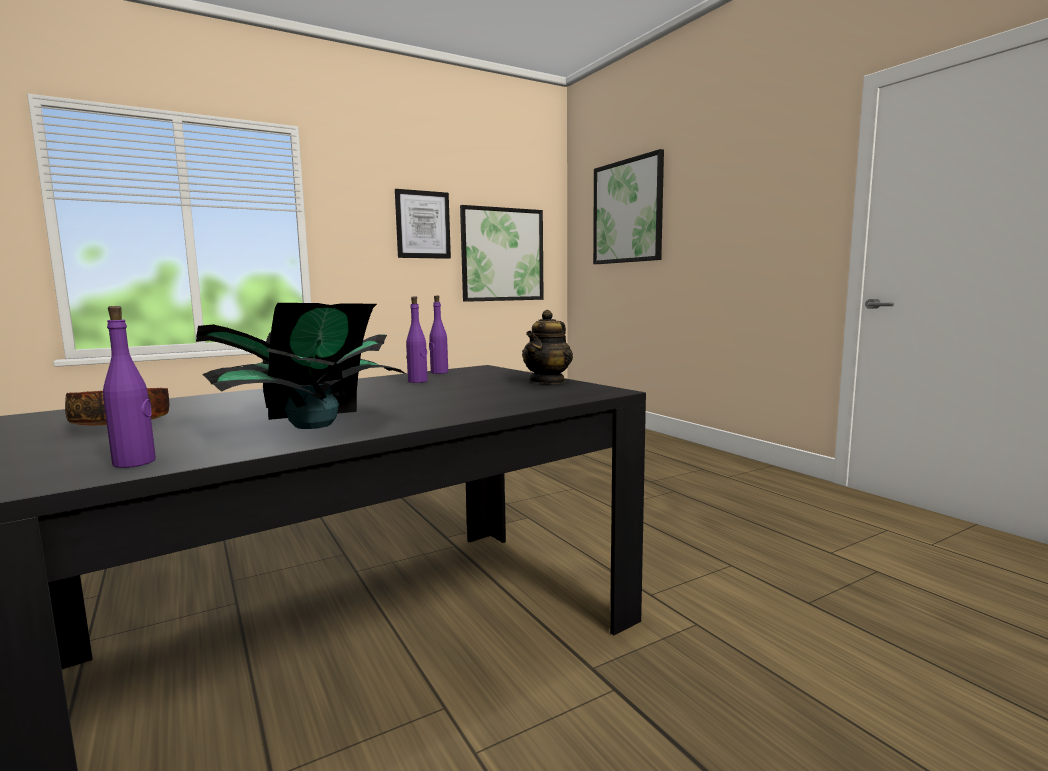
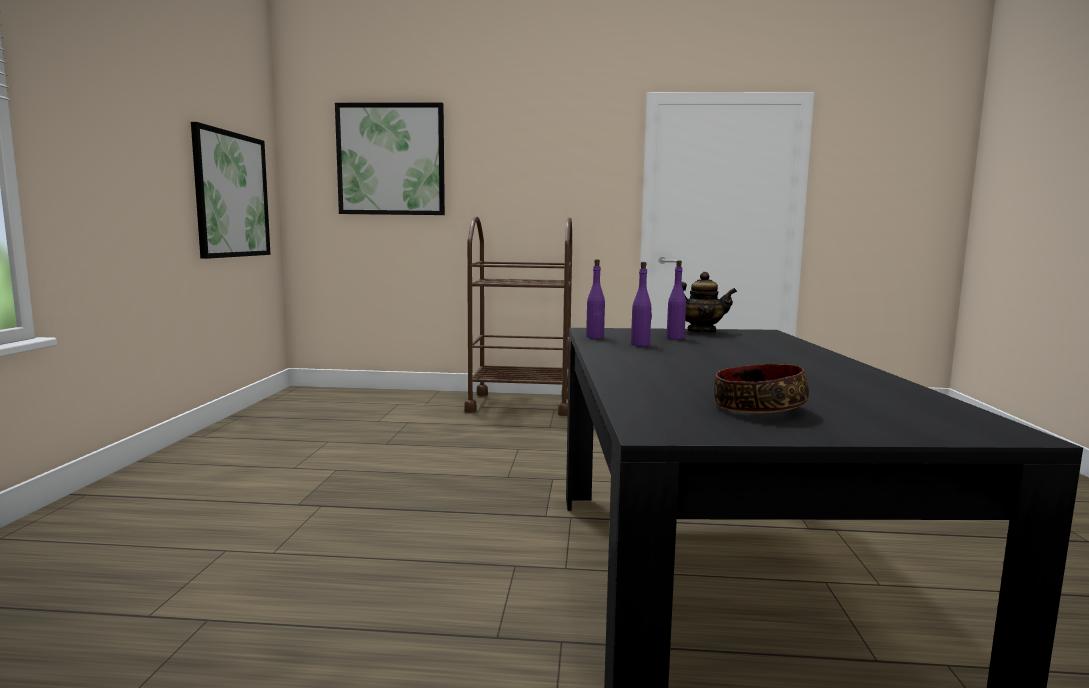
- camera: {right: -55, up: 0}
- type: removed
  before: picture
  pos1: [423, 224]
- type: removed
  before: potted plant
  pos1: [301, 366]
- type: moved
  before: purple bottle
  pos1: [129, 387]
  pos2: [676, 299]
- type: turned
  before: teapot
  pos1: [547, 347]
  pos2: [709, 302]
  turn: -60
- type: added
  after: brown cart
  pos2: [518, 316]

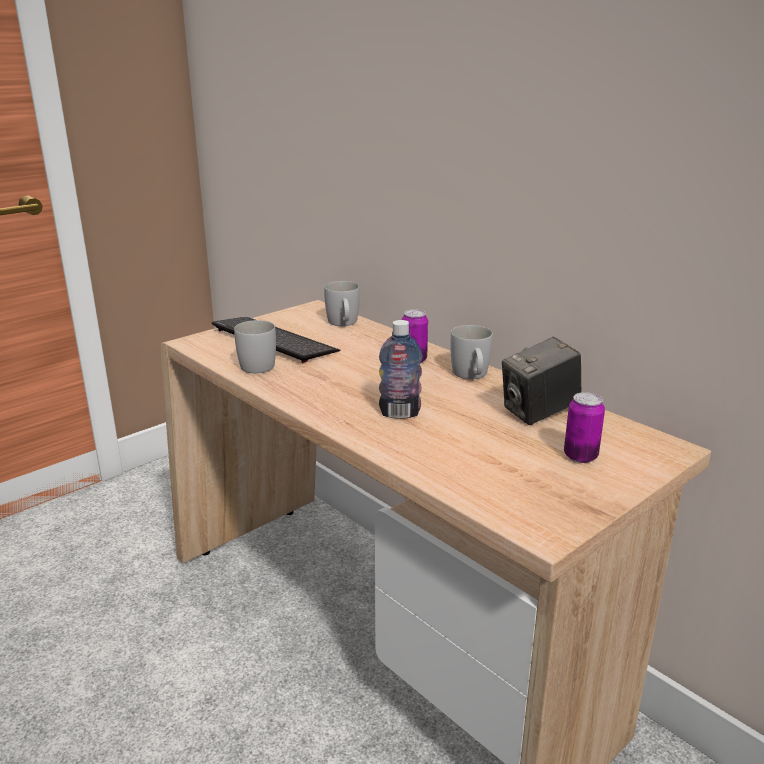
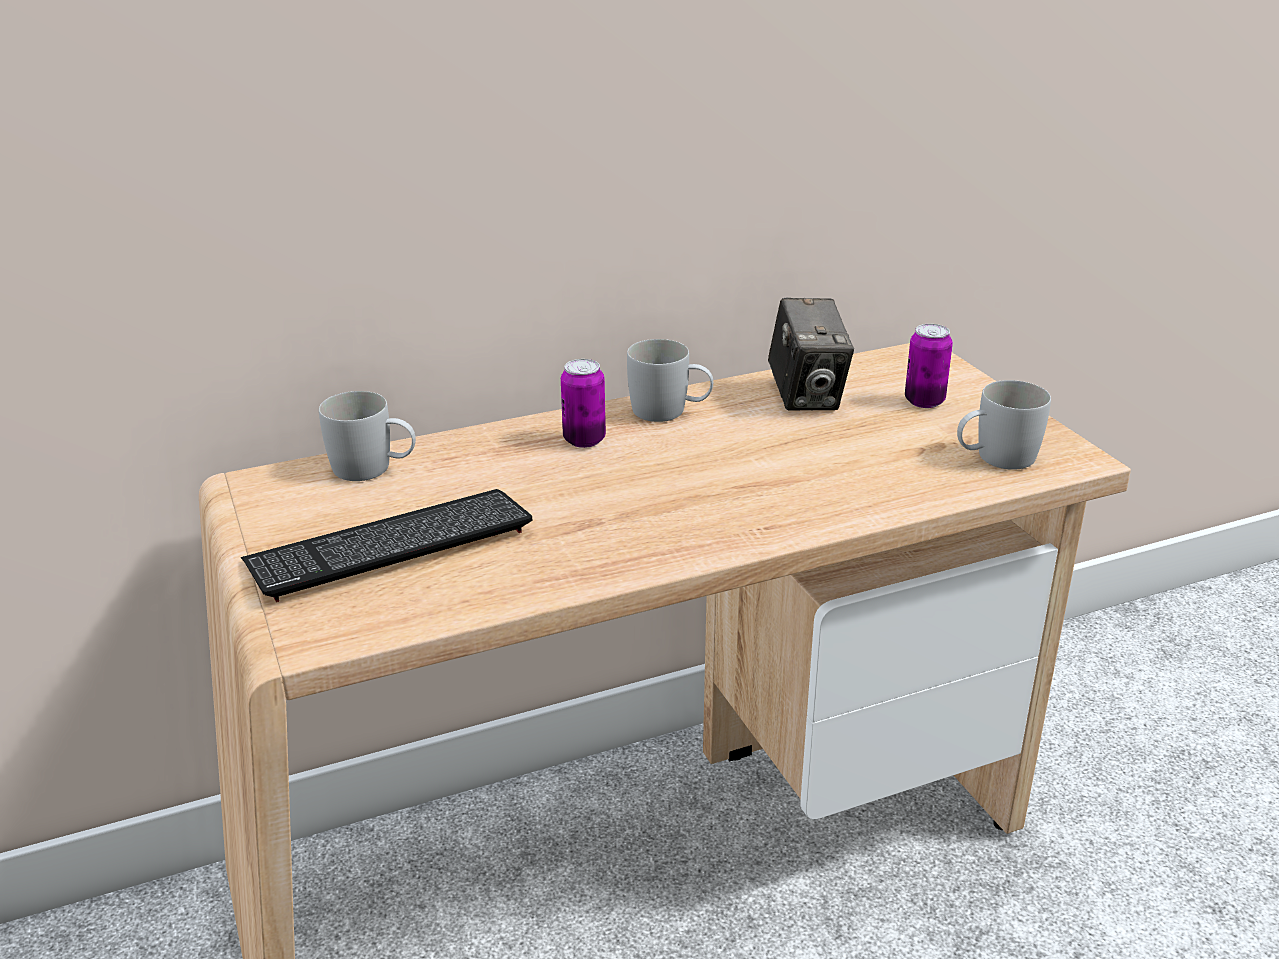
- camera: {right: -70, up: 5}
- type: moved
  before: white mug
  pos1: [255, 347]
  pos2: [1004, 425]
- type: removed
  before: bottle
  pos1: [400, 369]

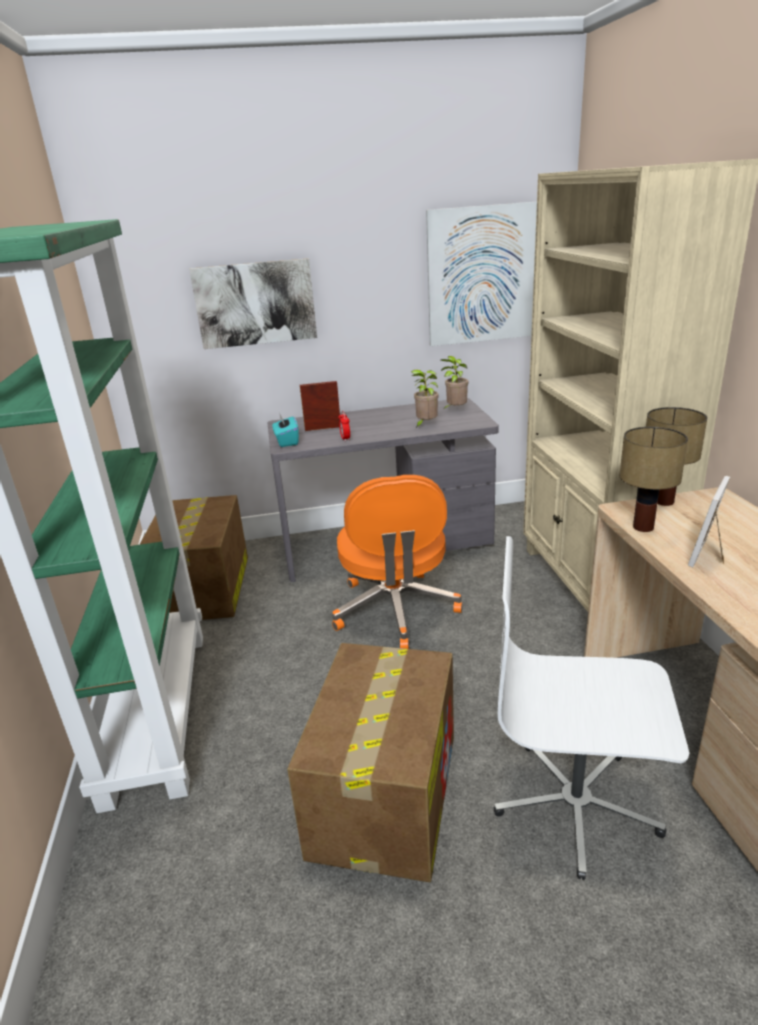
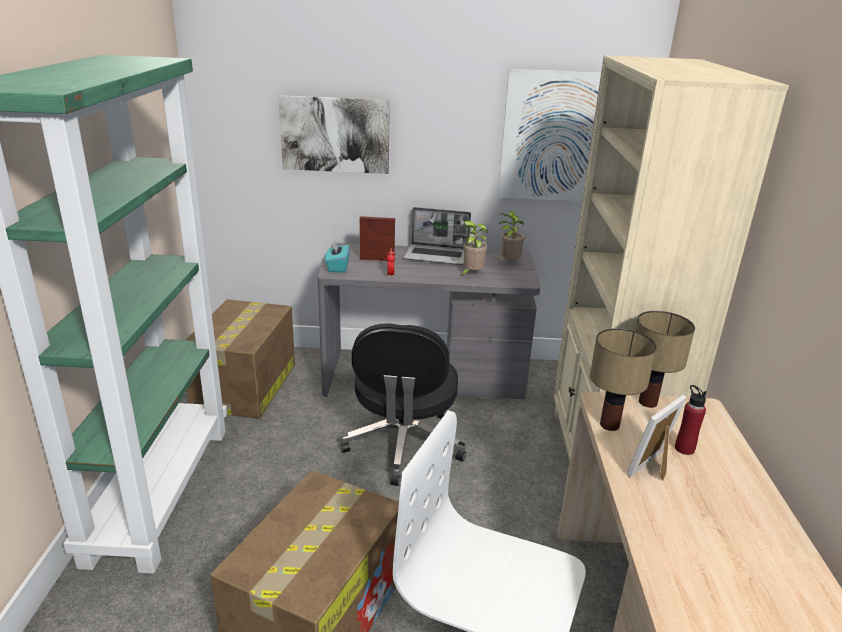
- camera: {right: 10, up: 0}
- type: recoloured
  before: orange office chair
  after: black office chair
  pos1: [397, 562]
  pos2: [403, 405]
- type: added
  after: laptop
  pos2: [437, 236]
- type: added
  after: red bottle
  pos2: [690, 420]

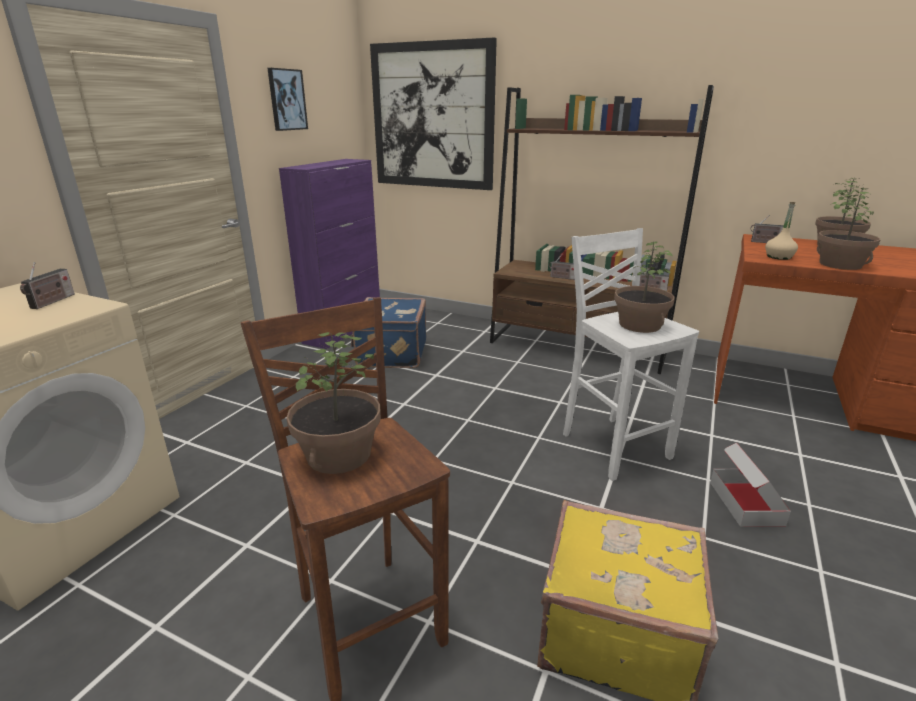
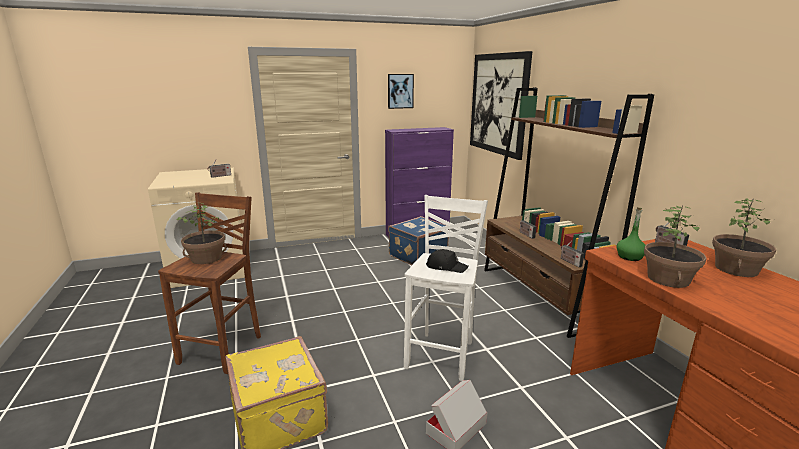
- camera: {right: 45, up: -5}
- type: recoloured
  before: beige bottle
  after: green bottle
  pos1: [781, 231]
  pos2: [631, 234]
- type: replaced
  before: potted plant
  after: black cap
  pos1: [644, 287]
  pos2: [447, 261]

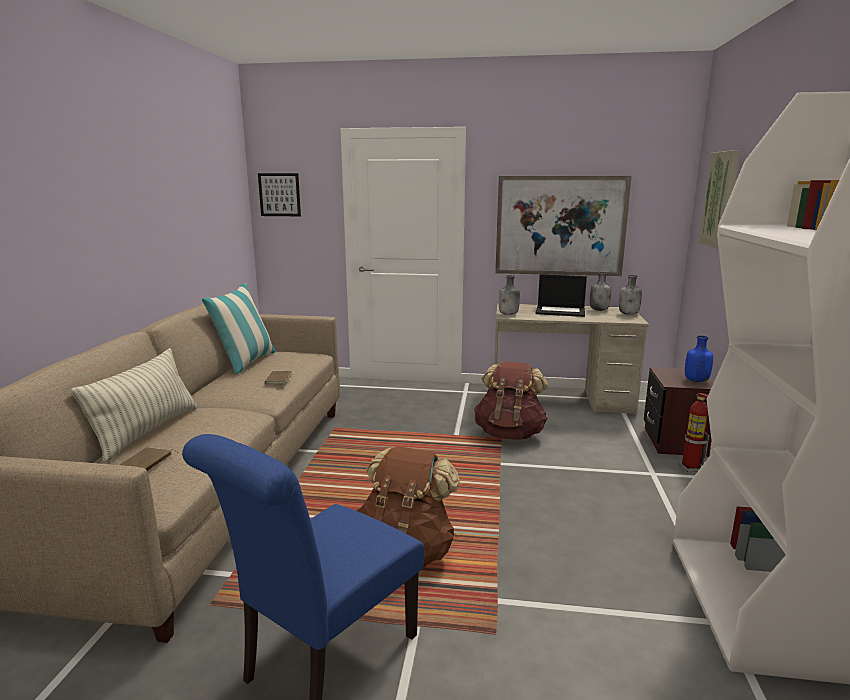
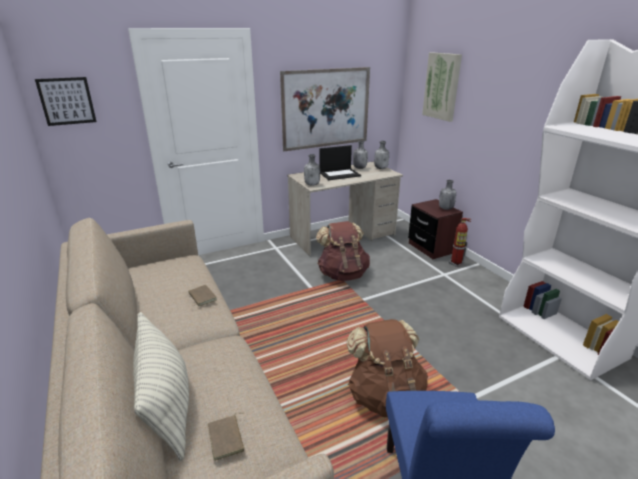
- camera: {right: -35, up: 10}
- type: removed
  before: pillow
  pos1: [239, 328]
- type: recoloured
  before: blue bottle
  after: grey bottle
  pos1: [699, 358]
  pos2: [447, 195]

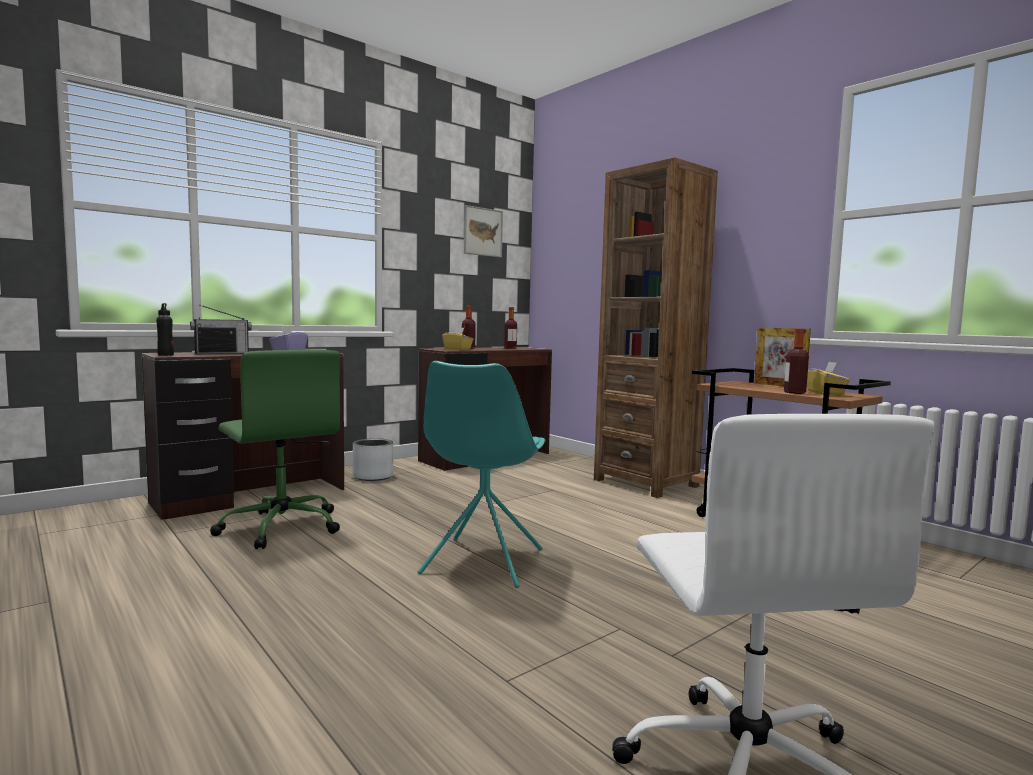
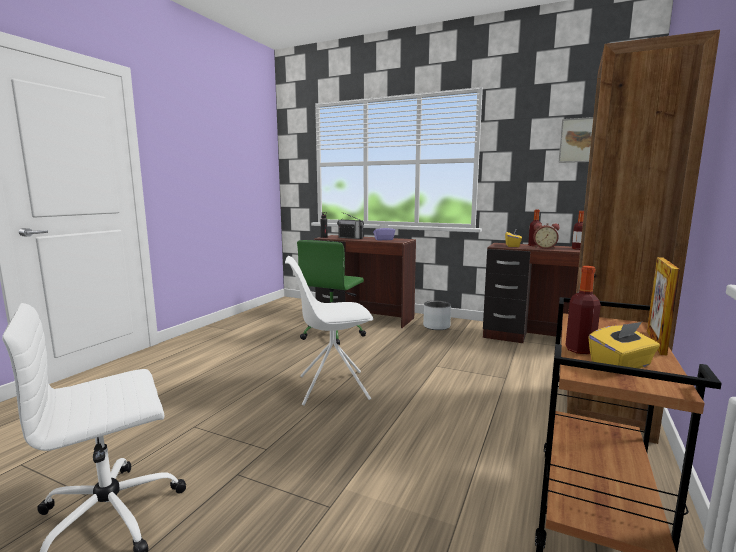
- camera: {right: 65, up: 5}
- type: recoloured
  before: turquoise chair
  after: white chair
  pos1: [481, 474]
  pos2: [329, 331]
- type: added
  after: alarm clock
  pos2: [546, 236]

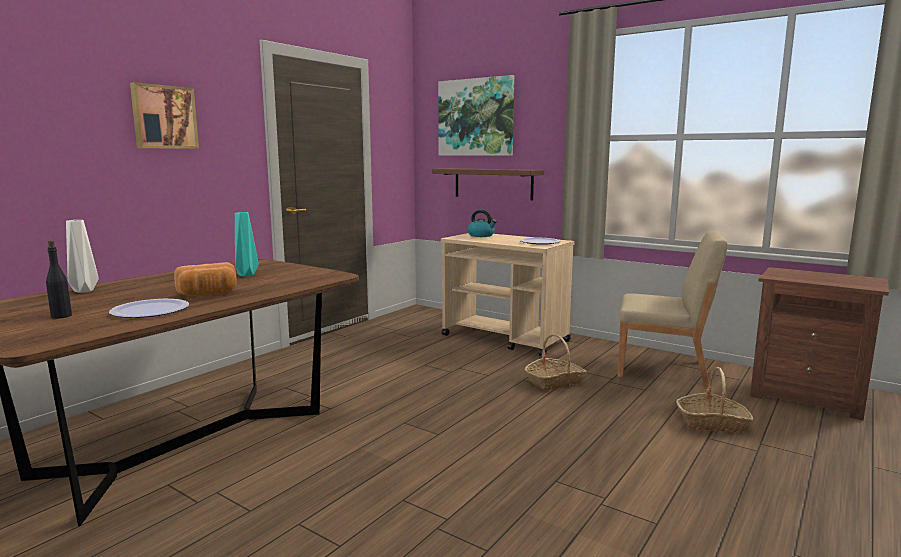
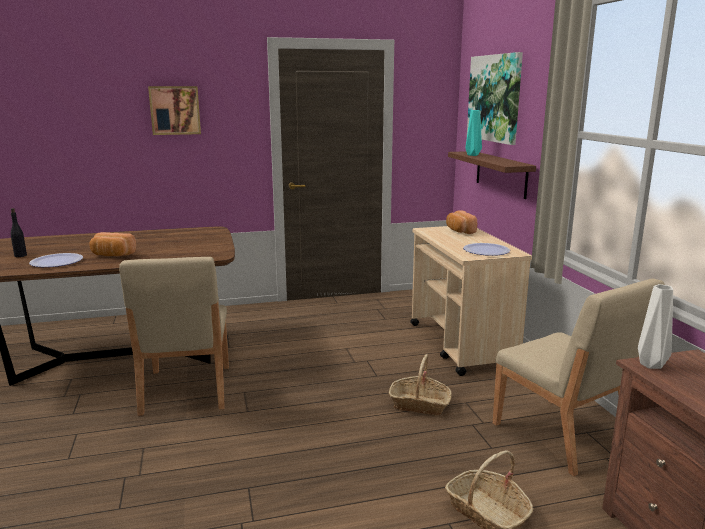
- camera: {right: 40, up: 5}
- type: replaced
  before: kettle
  after: bread
  pos1: [482, 223]
  pos2: [461, 222]
- type: moved
  before: turquoise vase
  pos1: [247, 244]
  pos2: [473, 133]
- type: moved
  before: white vase
  pos1: [82, 256]
  pos2: [655, 326]
- type: added
  after: beige chair
  pos2: [174, 336]

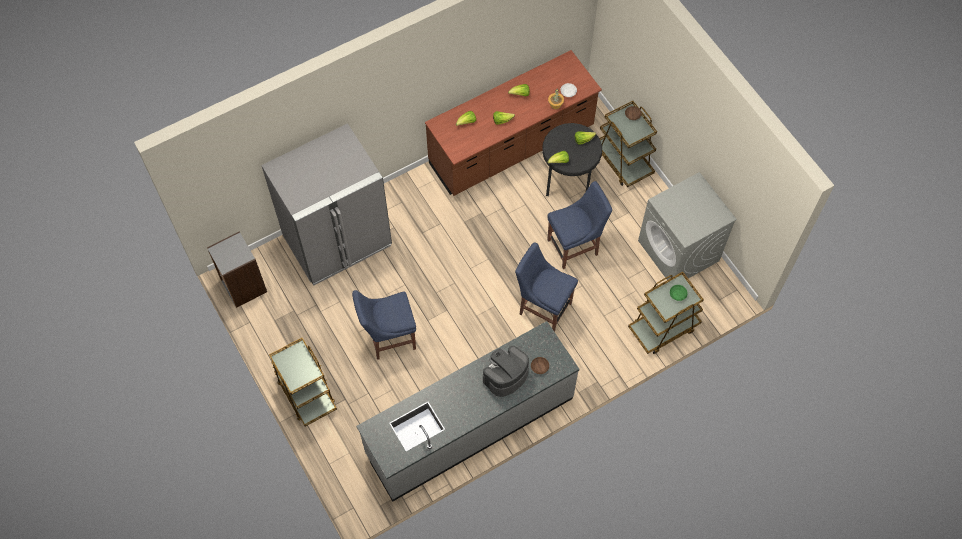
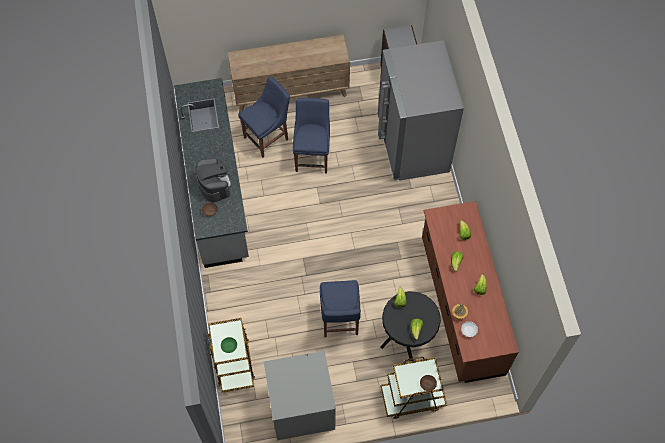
- camera: {right: 110, up: 0}
- type: moved
  before: blue chair
  pos1: [546, 287]
  pos2: [264, 117]
- type: replaced
  before: brown cart
  after: brown dresser
  pos1: [303, 382]
  pos2: [289, 73]

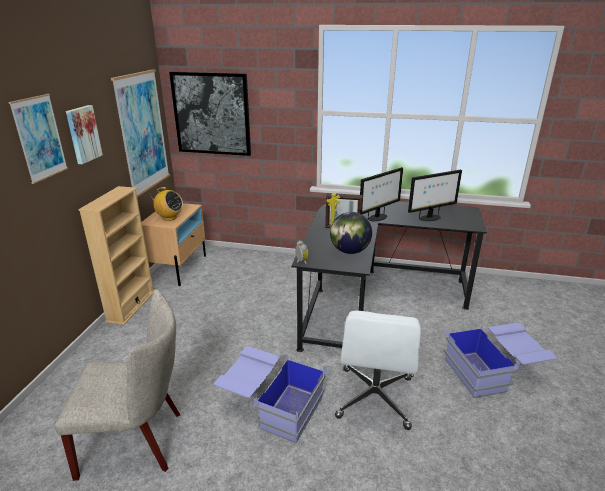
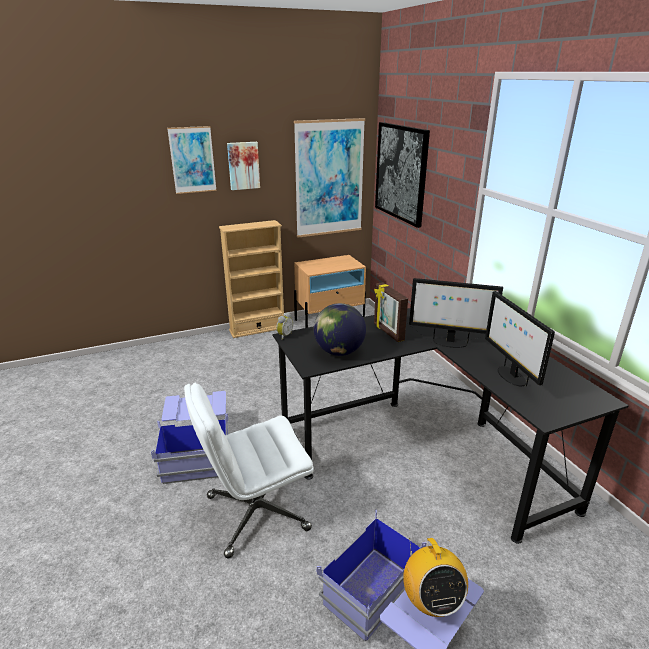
- camera: {right: 55, up: 0}
- type: turned
  before: monitor
  pos1: [435, 195]
  pos2: [520, 338]
  turn: 45
- type: moved
  before: radio
  pos1: [167, 204]
  pos2: [435, 577]
- type: removed
  before: beige chair
  pos1: [117, 385]

